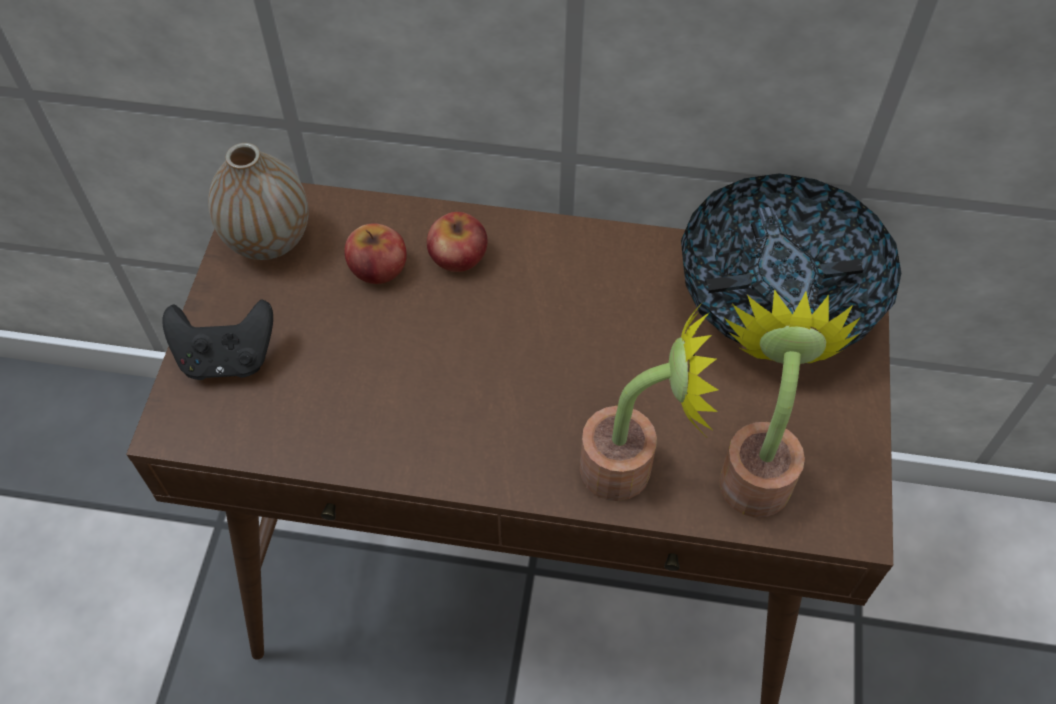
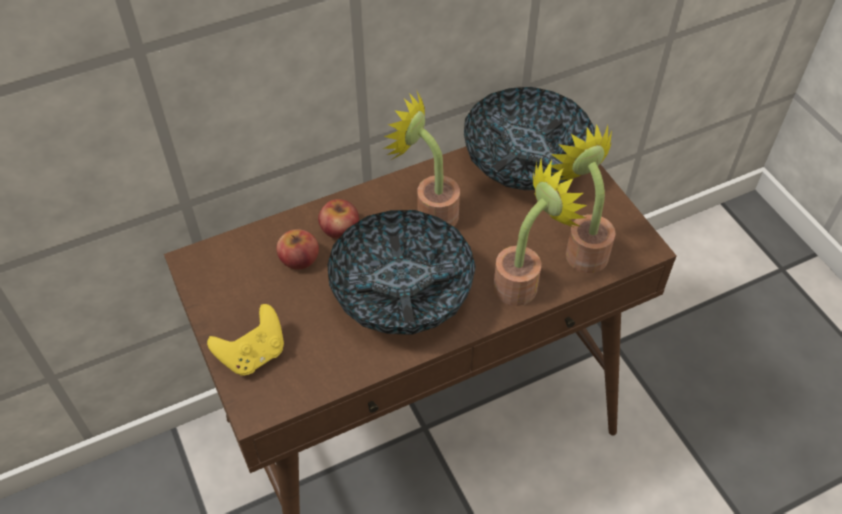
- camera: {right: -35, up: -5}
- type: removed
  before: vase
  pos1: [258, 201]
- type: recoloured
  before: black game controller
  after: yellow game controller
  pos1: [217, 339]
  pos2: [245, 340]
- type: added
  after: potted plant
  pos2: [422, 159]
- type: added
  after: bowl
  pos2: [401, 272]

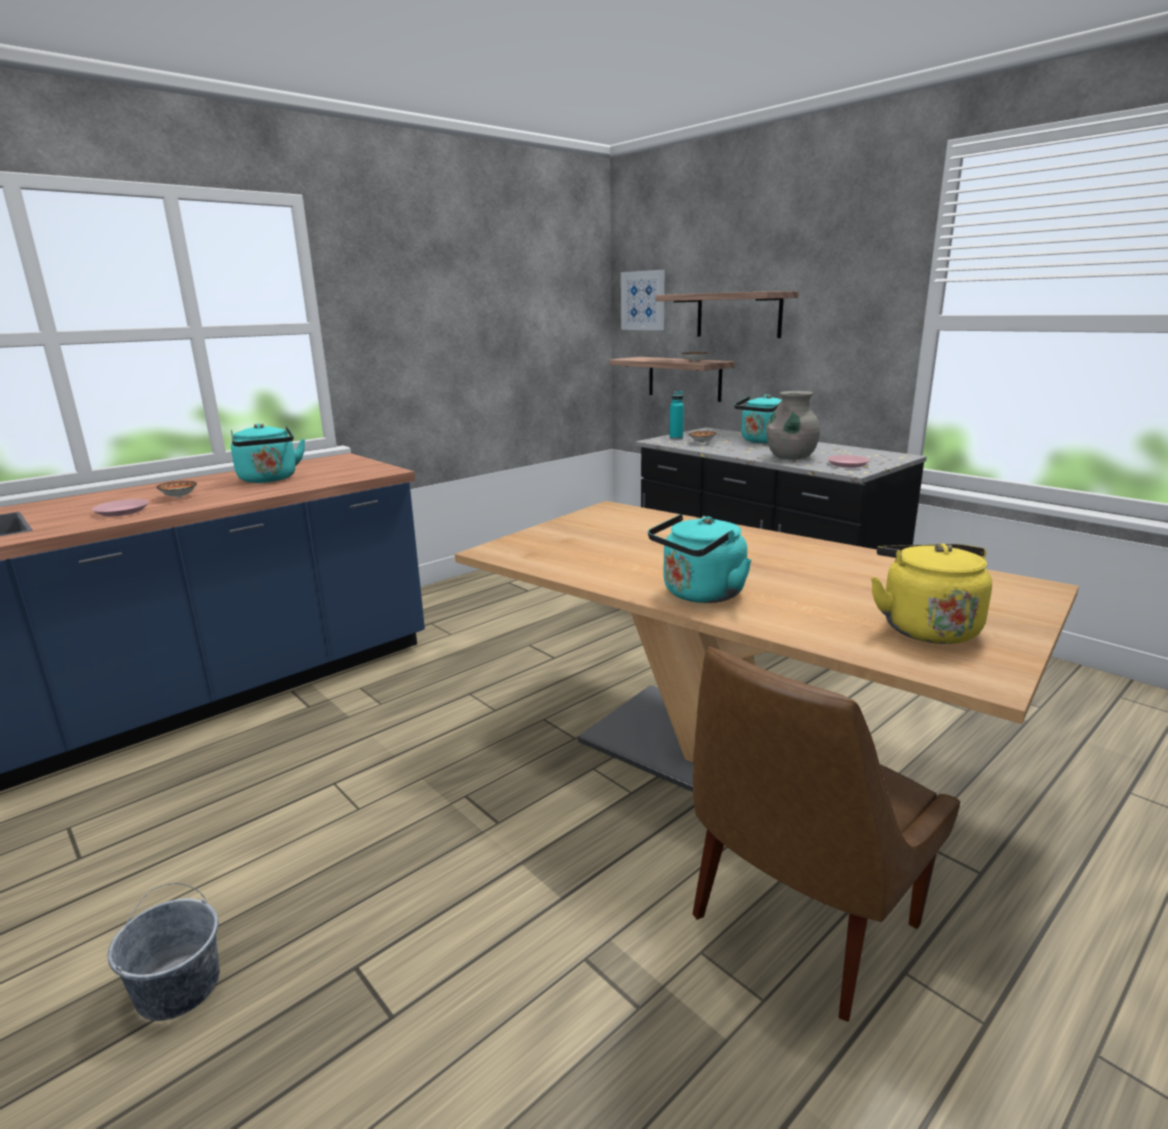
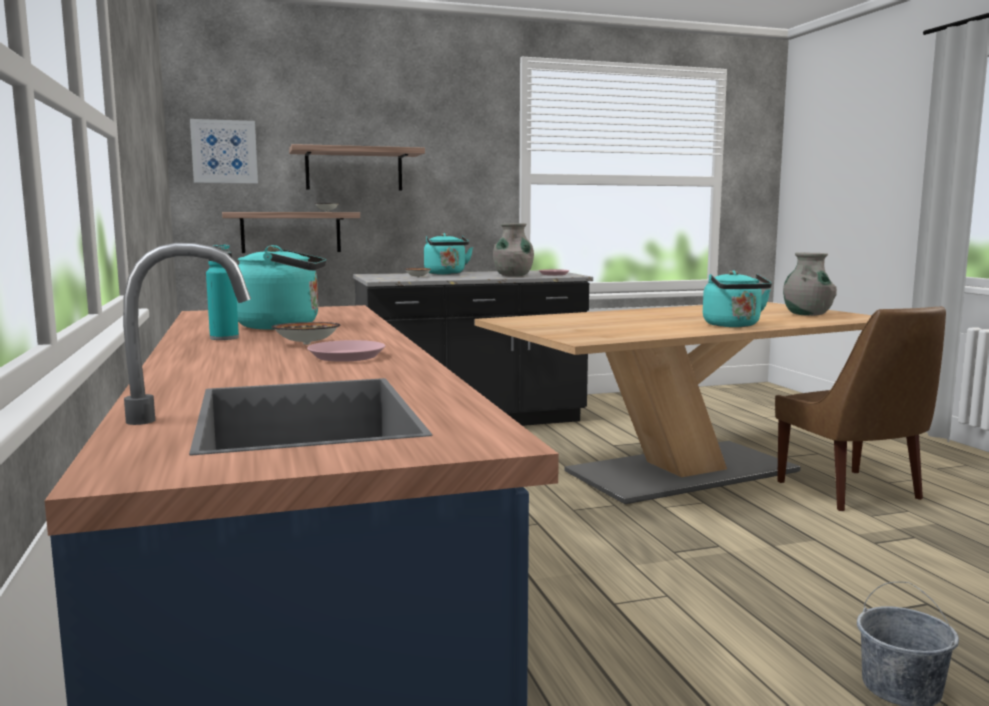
- camera: {right: -65, up: -10}
- type: moved
  before: turquoise bottle
  pos1: [676, 415]
  pos2: [222, 292]
- type: replaced
  before: yellow kettle
  after: grey vase
  pos1: [931, 593]
  pos2: [810, 284]

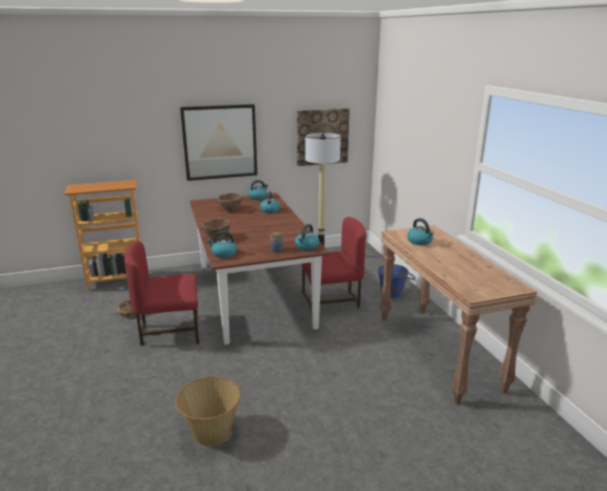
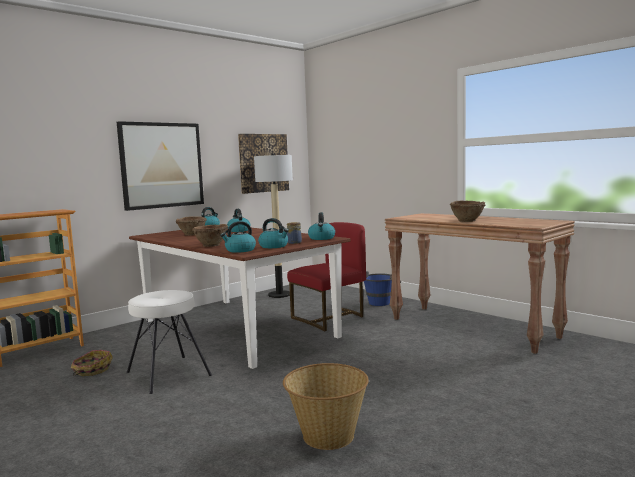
- camera: {right: -25, up: -15}
- type: moved
  before: kettle
  pos1: [420, 231]
  pos2: [273, 233]
- type: replaced
  before: red chair
  after: white stool
  pos1: [161, 293]
  pos2: [169, 342]
- type: added
  after: brown bowl
  pos2: [467, 211]

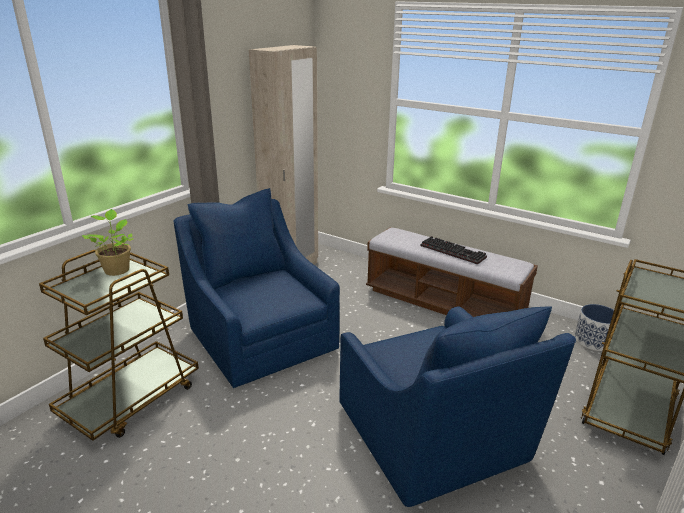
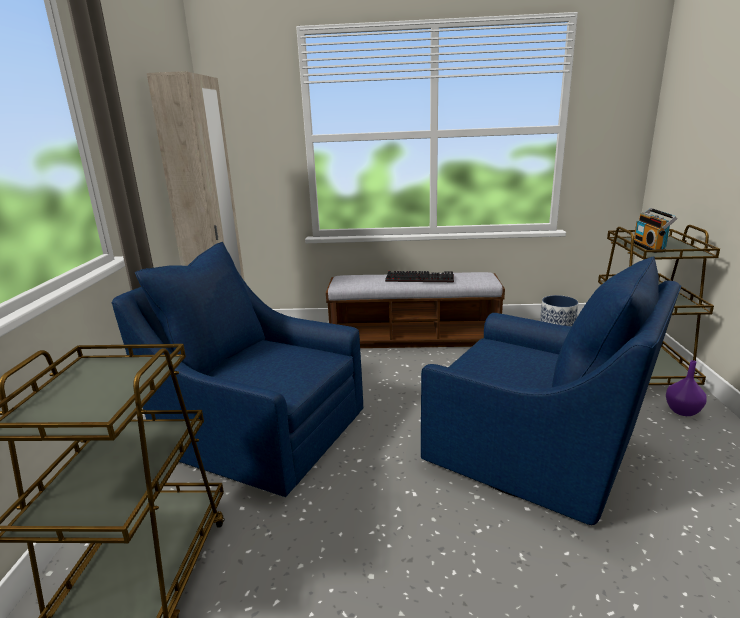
- camera: {right: -30, up: -5}
- type: removed
  before: potted plant
  pos1: [108, 242]
- type: added
  after: radio
  pos2: [655, 230]
- type: added
  after: purple vase
  pos2: [686, 388]

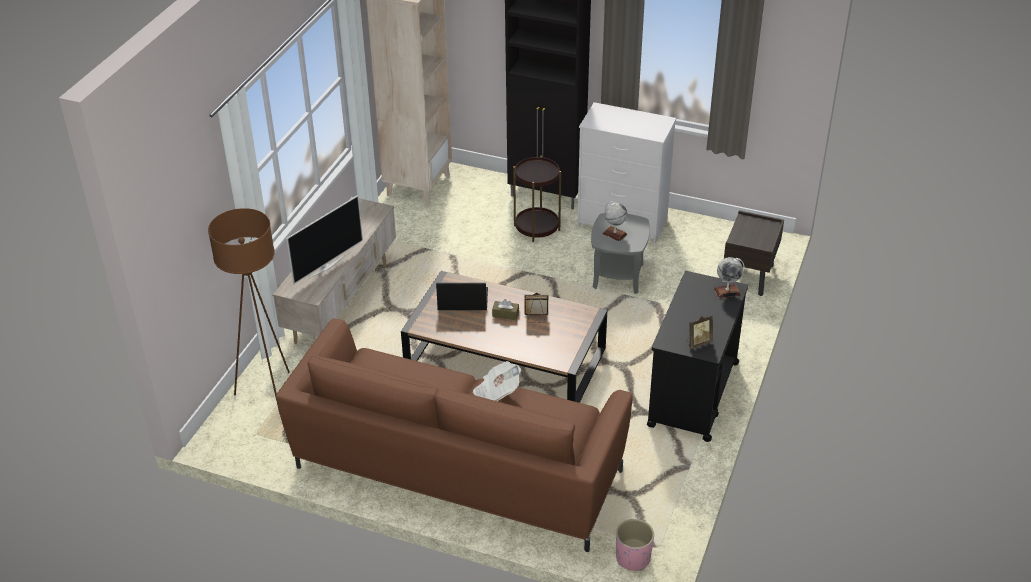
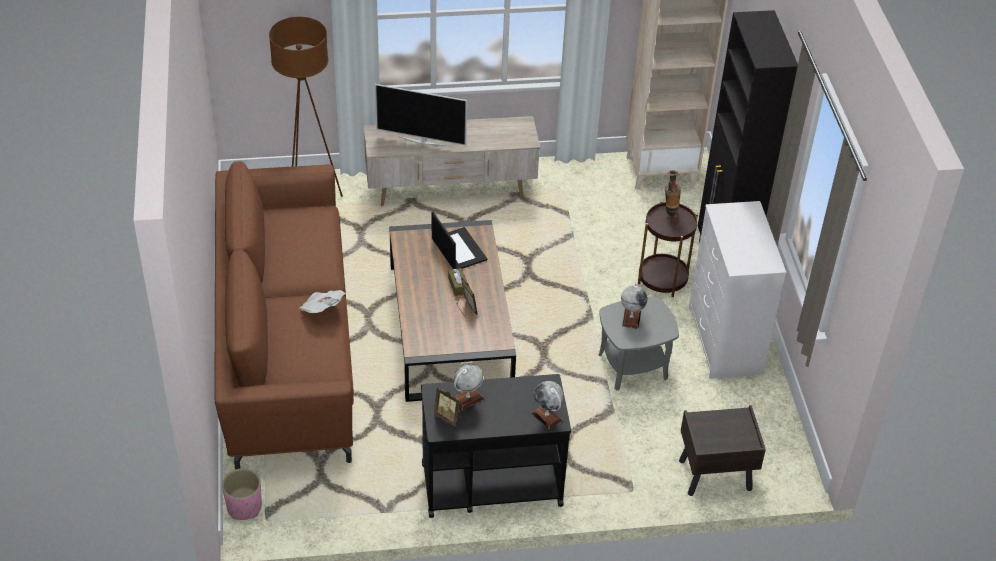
- camera: {right: 60, up: 5}
- type: added
  after: vase
  pos2: [673, 196]
- type: added
  after: globe
  pos2: [469, 386]

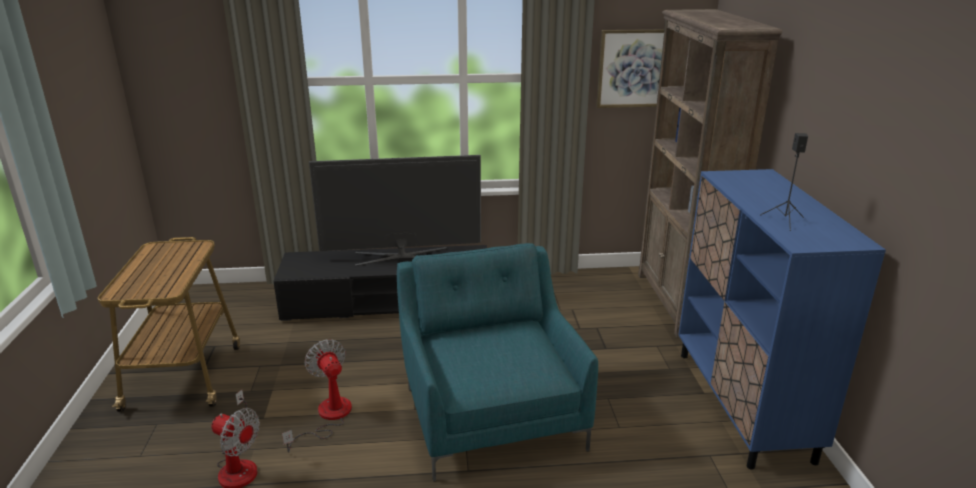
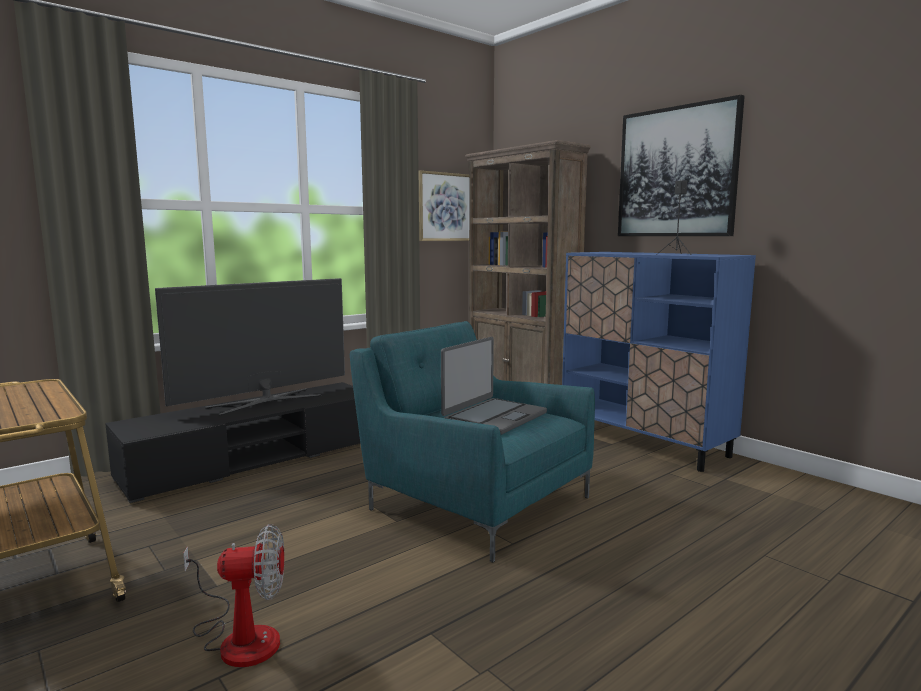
- camera: {right: -35, up: -15}
- type: removed
  before: fan
  pos1: [317, 396]
- type: added
  after: picture
  pos2: [681, 165]
- type: added
  after: laptop
  pos2: [494, 386]

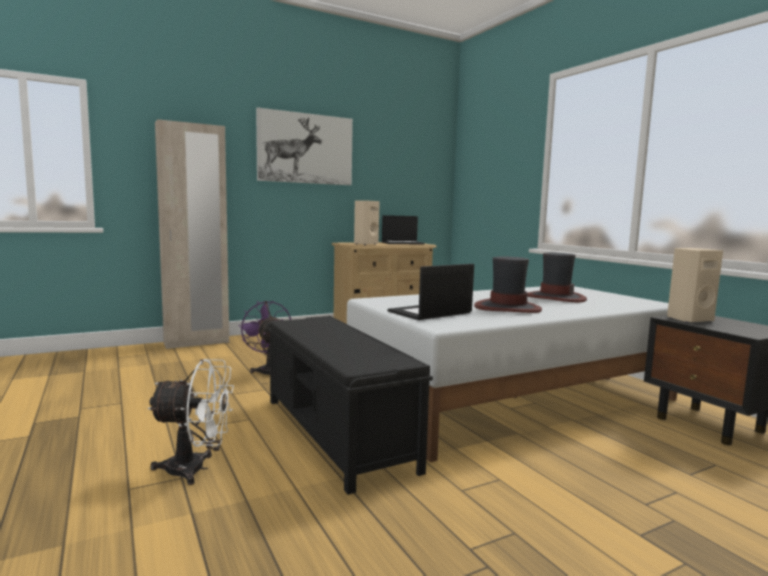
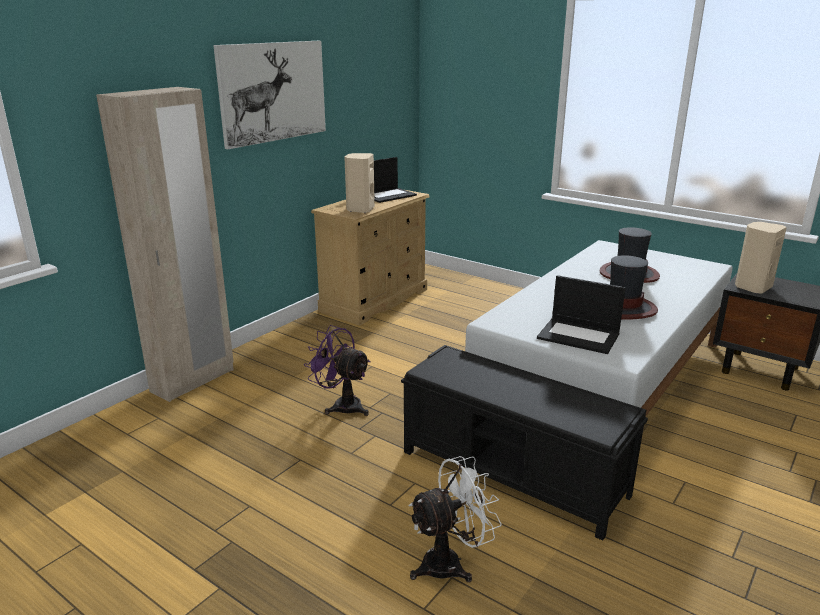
- camera: {right: -25, up: 15}
- type: turned
  before: laptop
  pos1: [431, 292]
  pos2: [581, 314]
  turn: -90

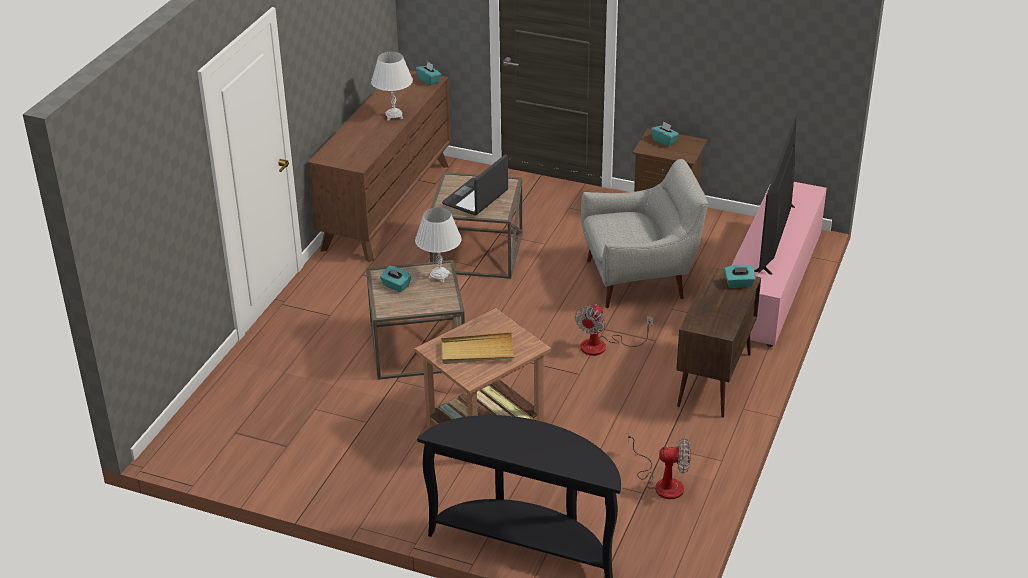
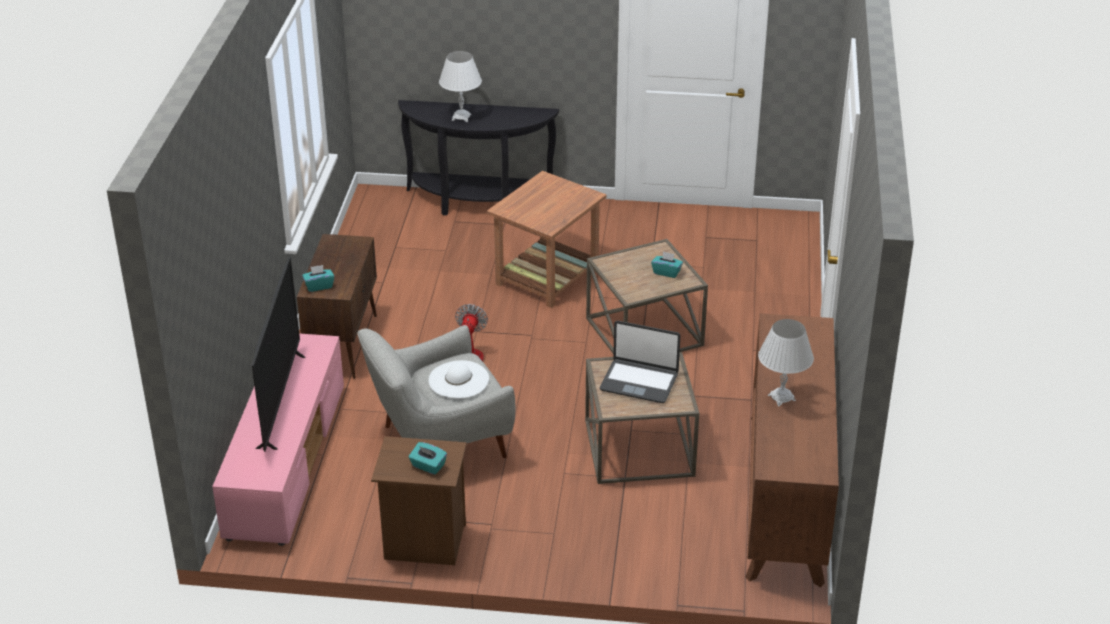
- camera: {right: 165, up: 0}
- type: removed
  before: turquoise tissue box
  pos1: [428, 74]
- type: turned
  before: laptop
  pos1: [475, 184]
  pos2: [640, 362]
  turn: 90
- type: moved
  before: white table lamp
  pos1: [438, 244]
  pos2: [460, 86]
- type: removed
  before: beige tray
  pos1: [477, 348]
- type: removed
  before: fan
  pos1: [659, 464]
- type: added
  after: white hat
  pos2: [459, 379]

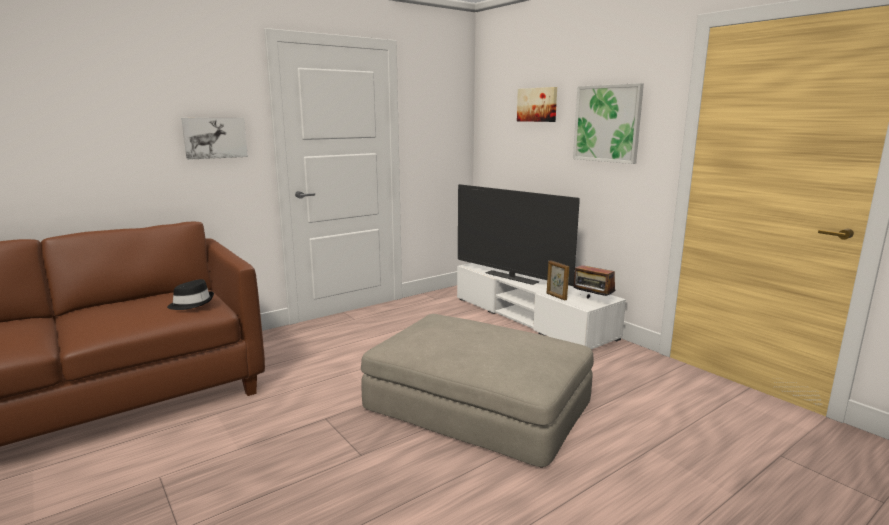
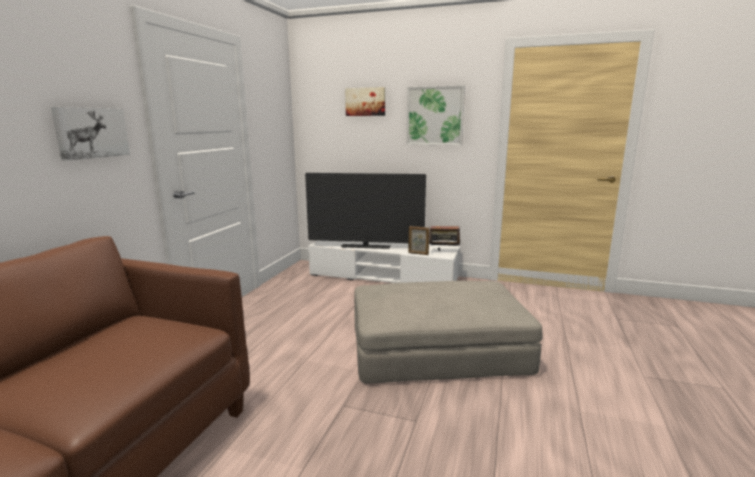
- camera: {right: -35, up: 0}
- type: removed
  before: black hat
  pos1: [190, 294]

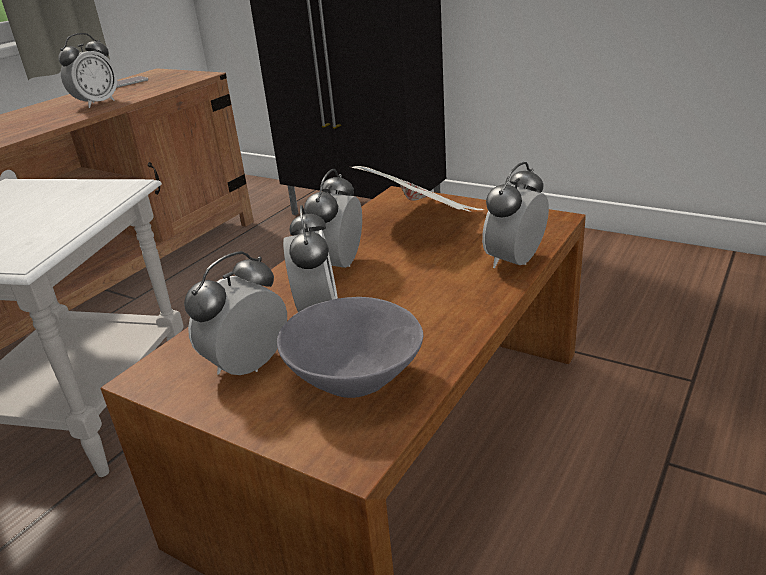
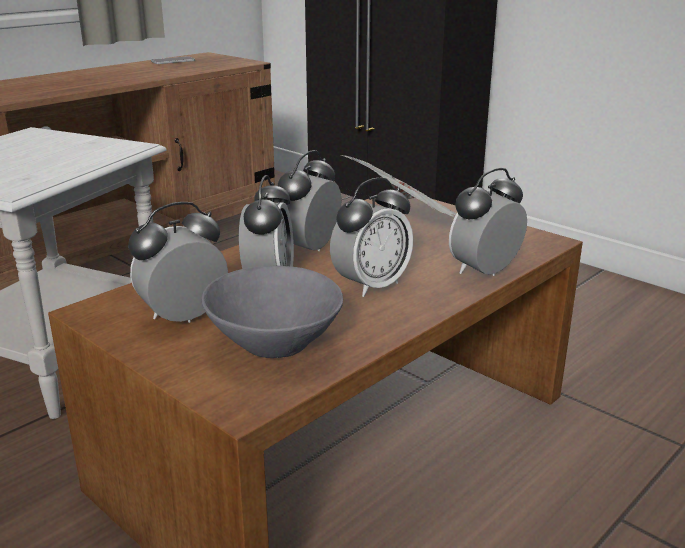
- camera: {right: 10, up: -5}
- type: moved
  before: alarm clock
  pos1: [88, 70]
  pos2: [371, 237]

